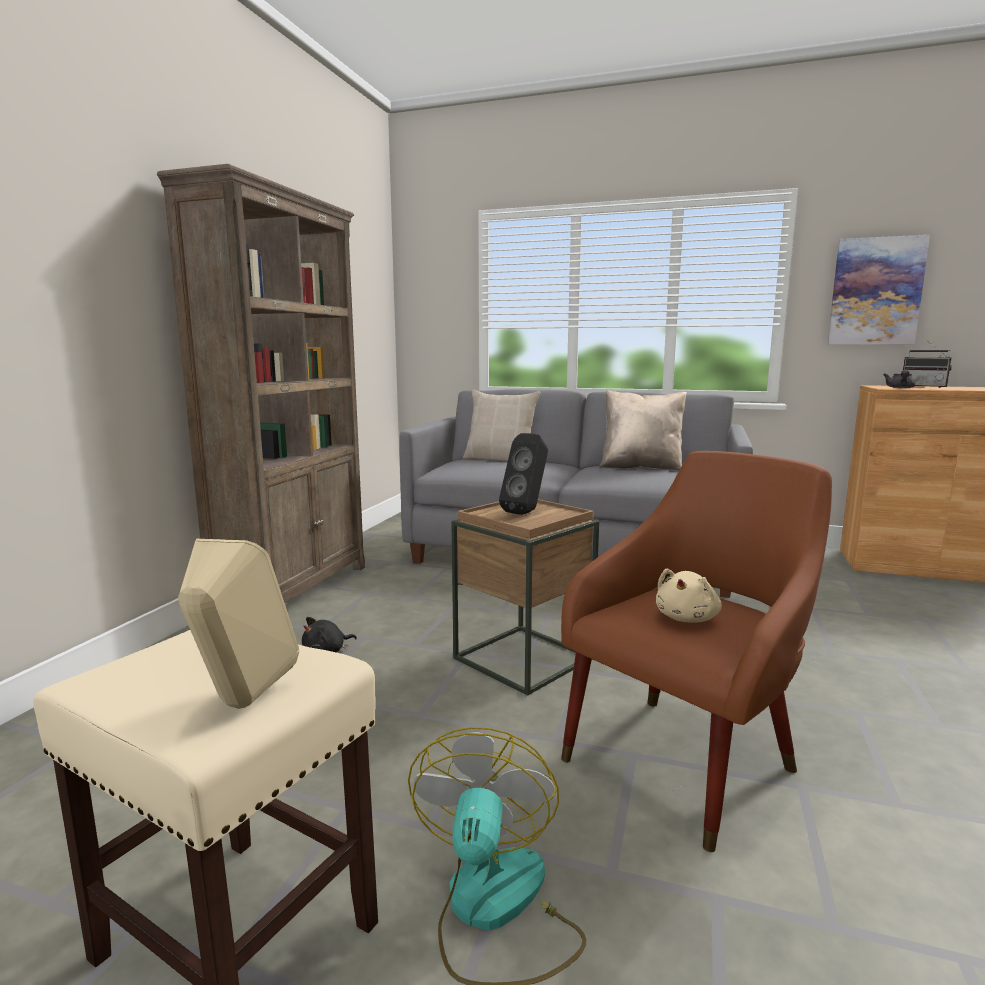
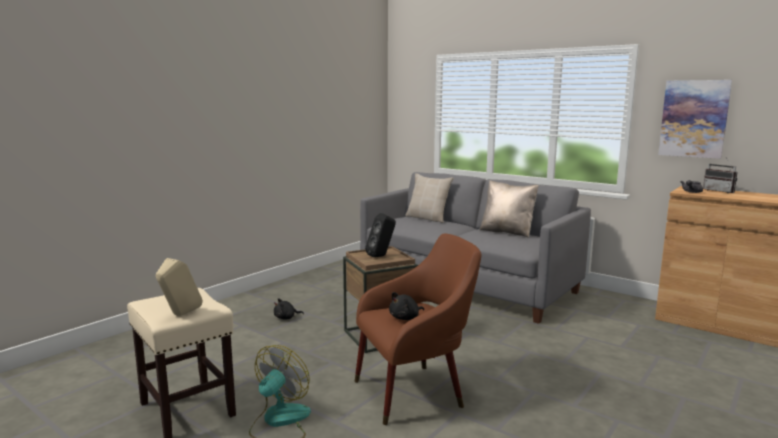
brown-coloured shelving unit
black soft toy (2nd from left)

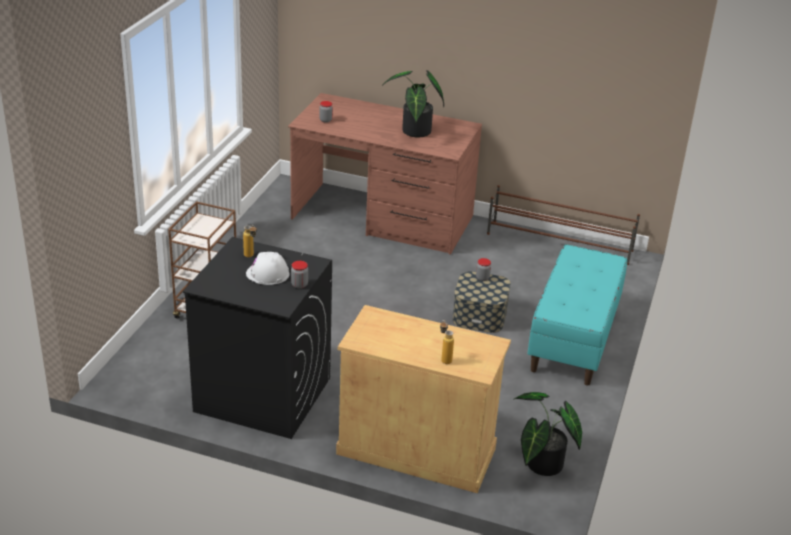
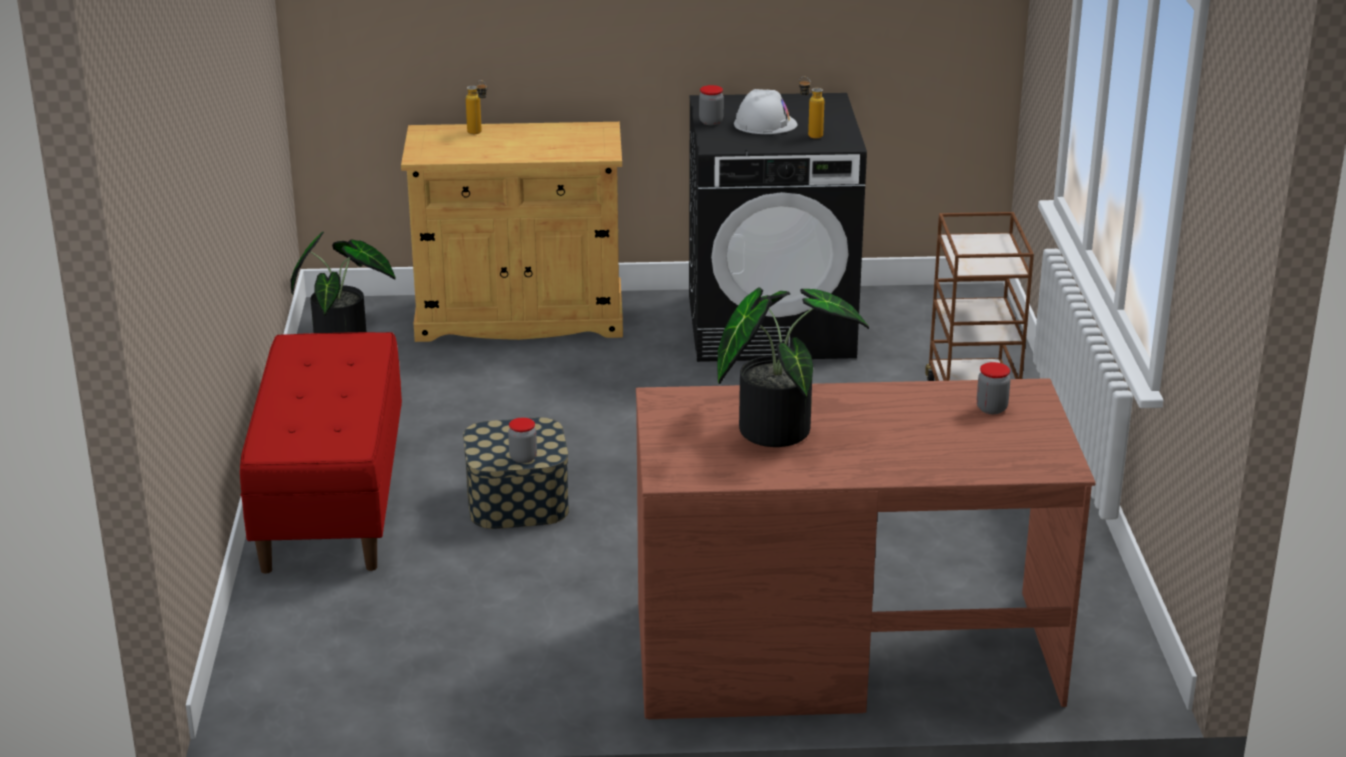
brown-coloured shoe rack
reddish bench

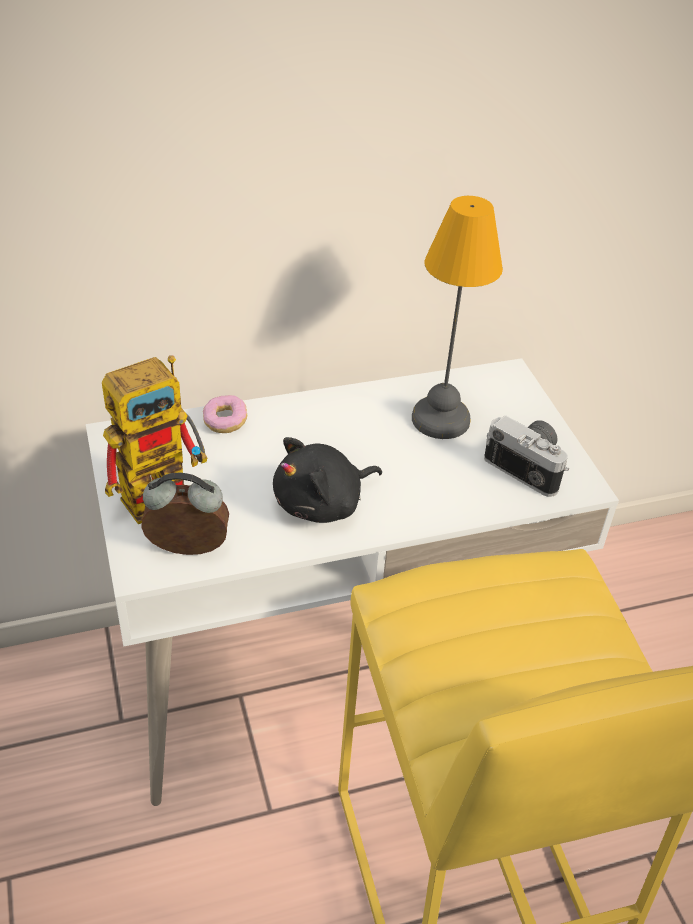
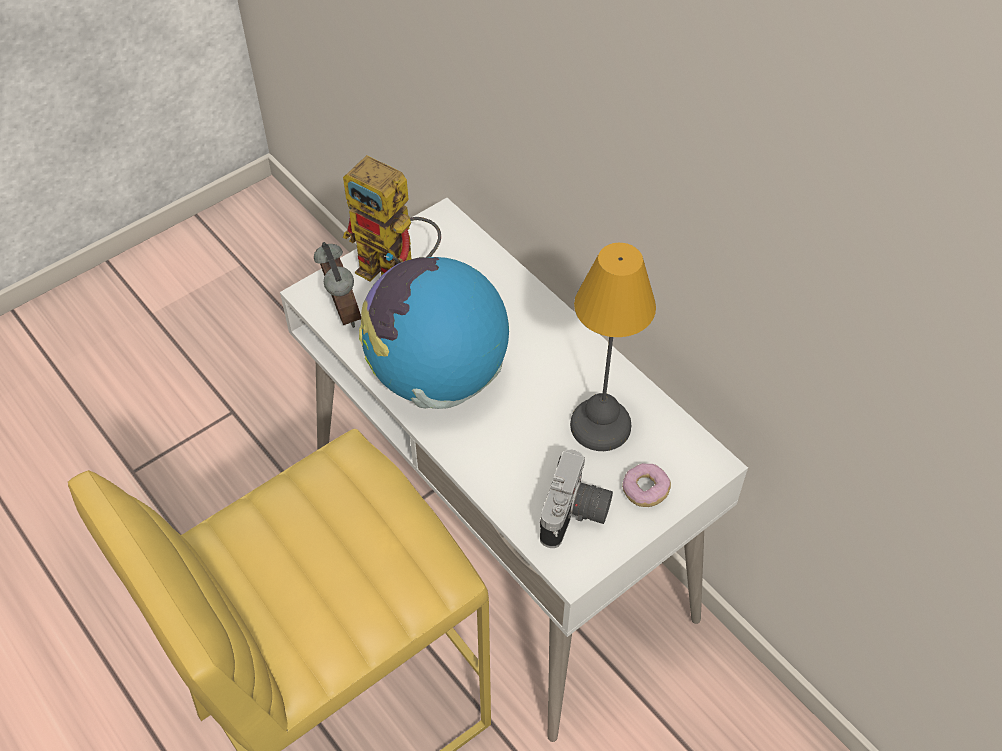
doughnut
desk globe

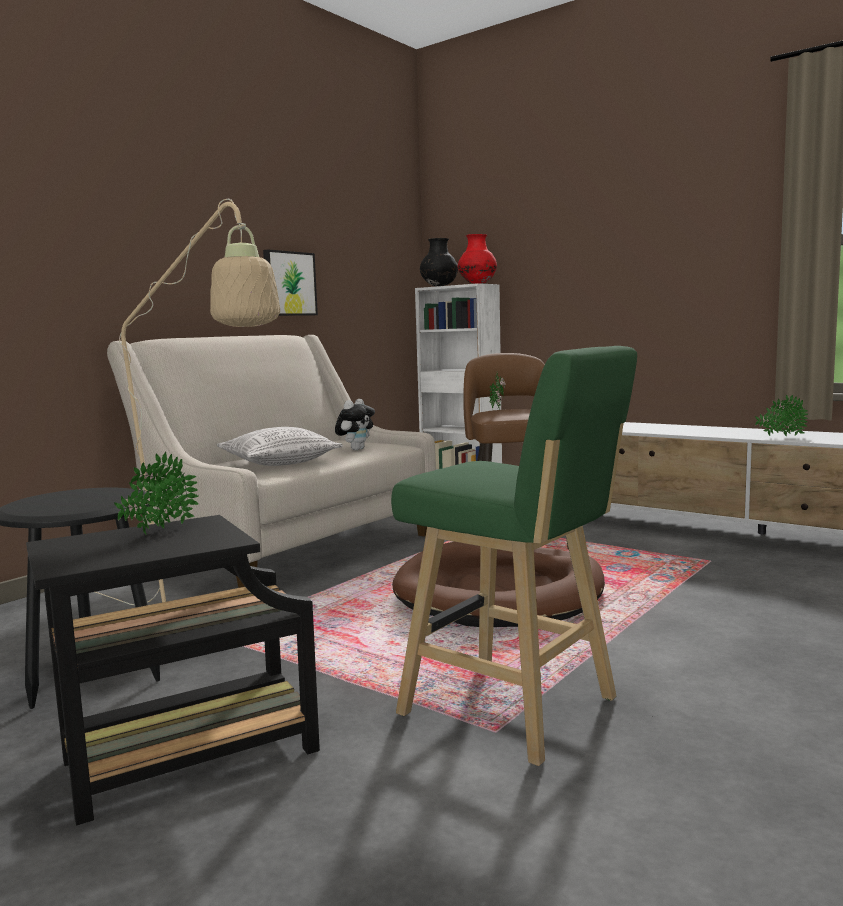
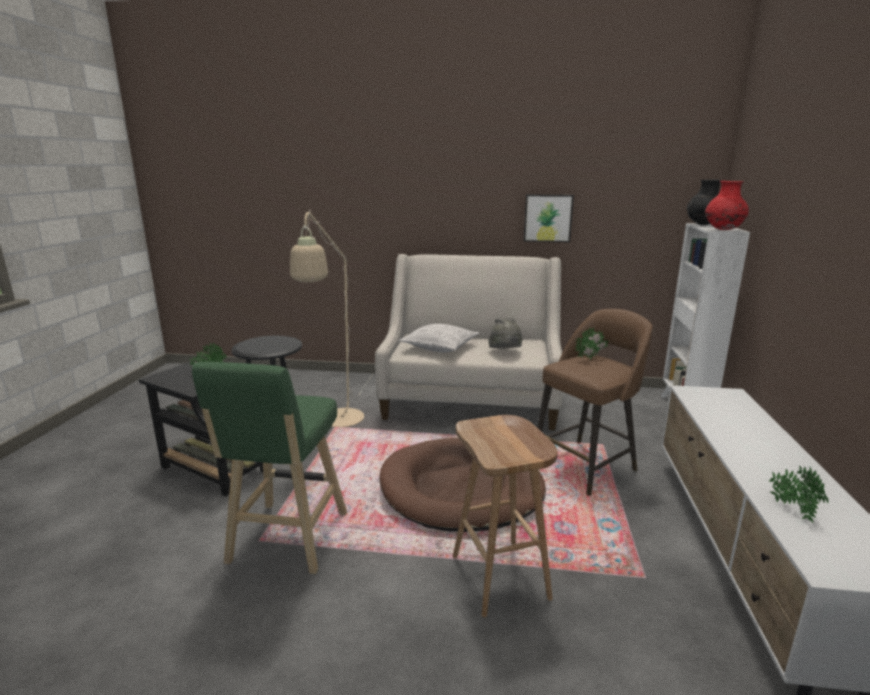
brown-coloured stool (1st from left)
greyish wearable hat

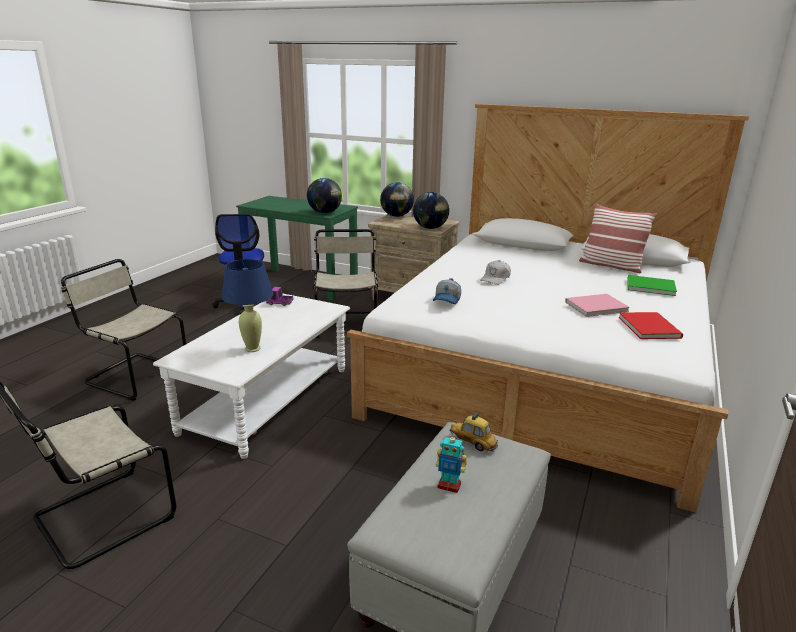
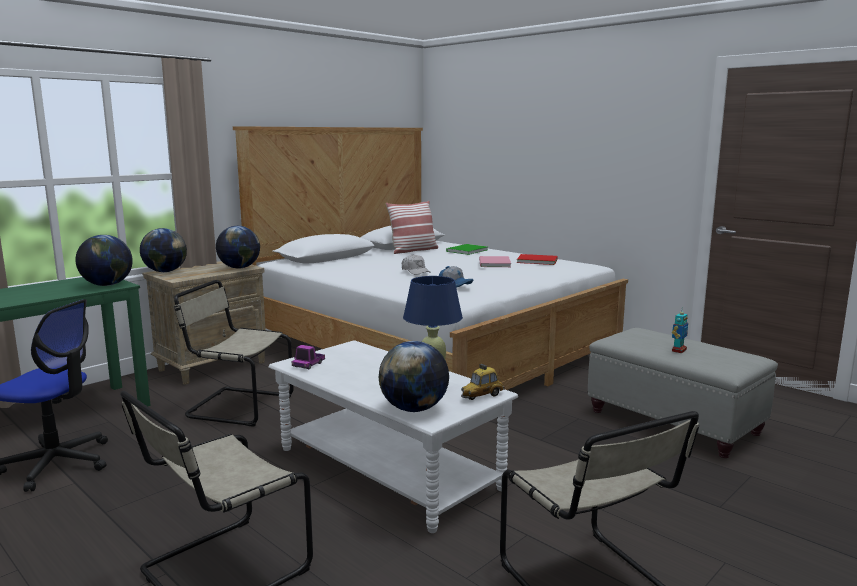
desk globe (4th from left)
model car

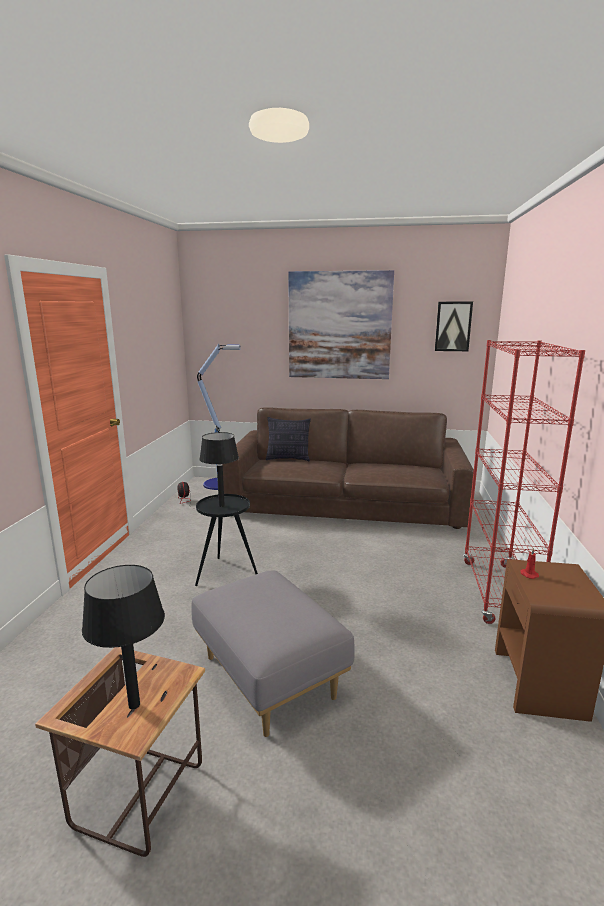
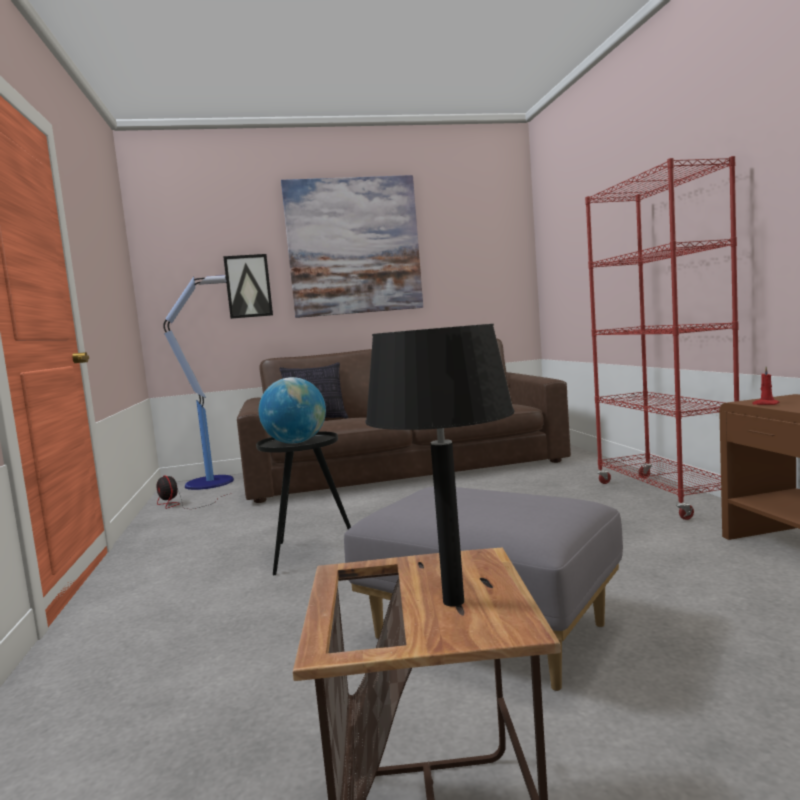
wall picture (1st from left)
desk globe

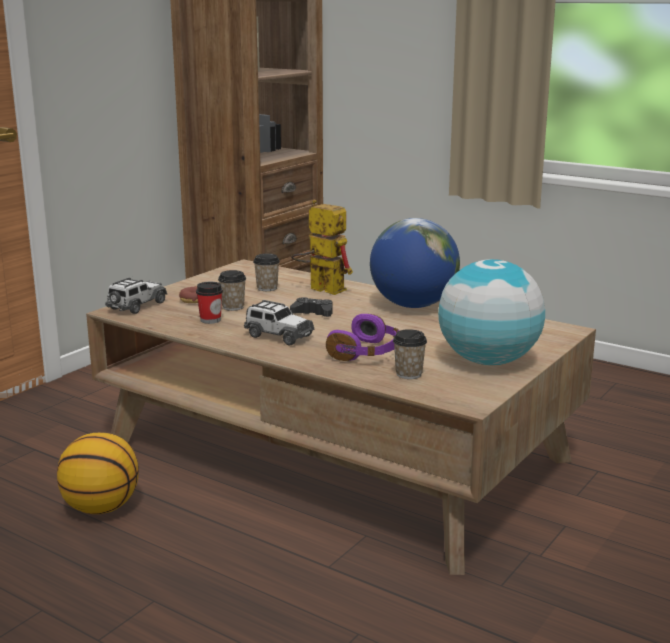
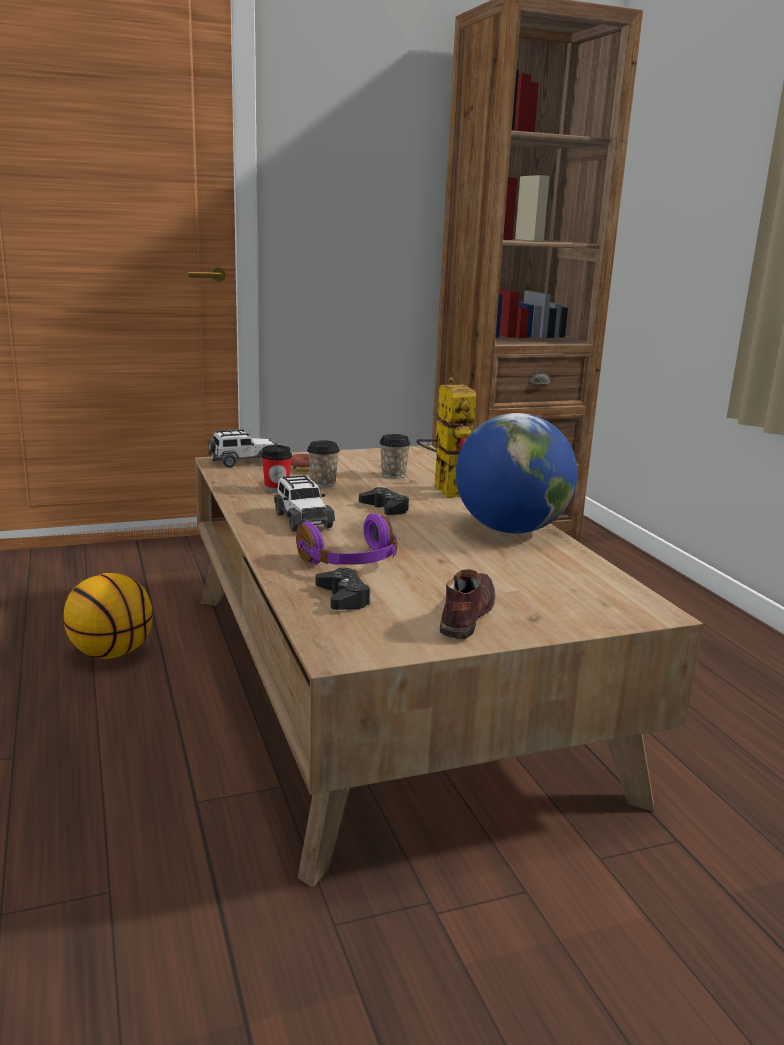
black joypad (1st from left)
brown-coloured low shoe

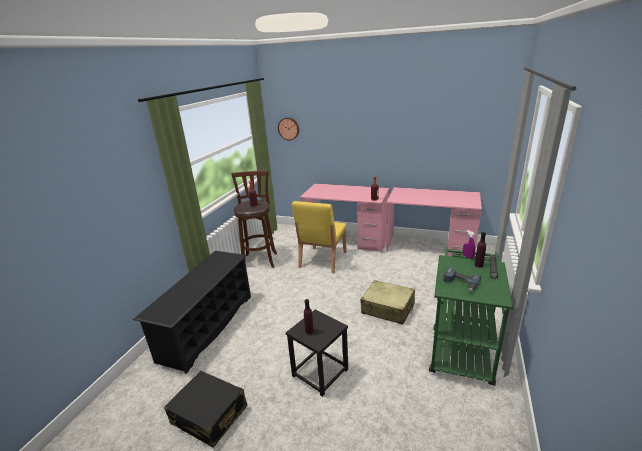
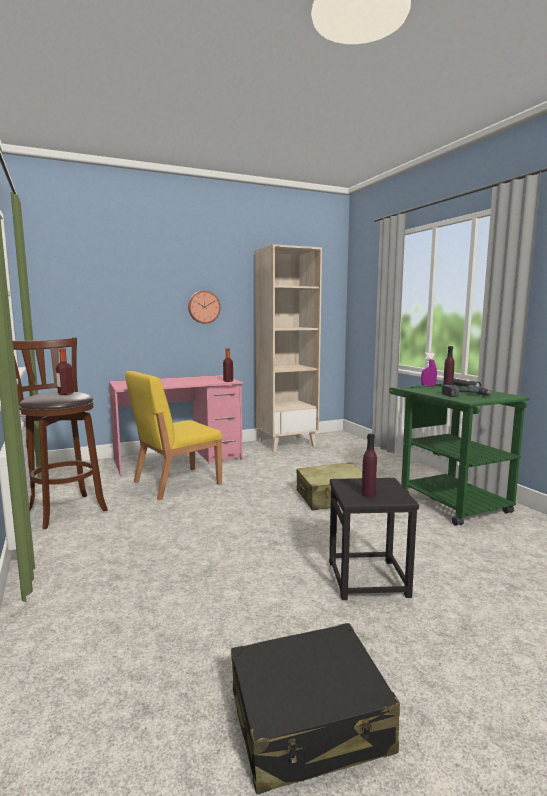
black shoe rack
wall clock
sand-coloured shelving unit
yellowish chair

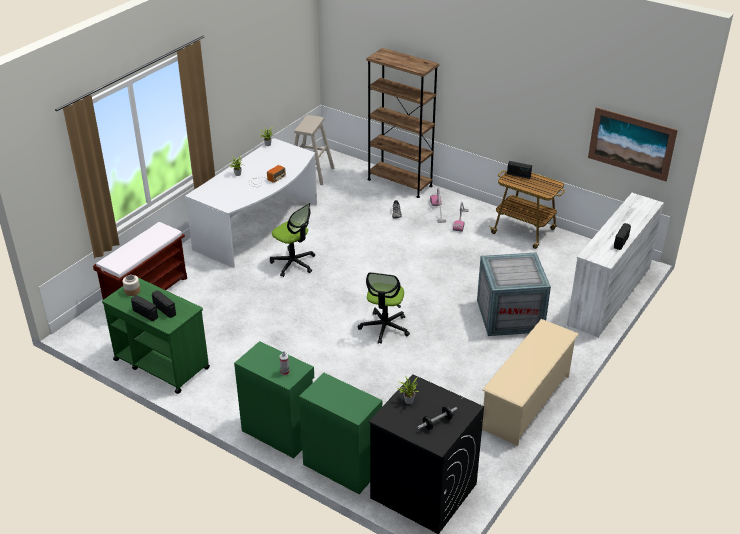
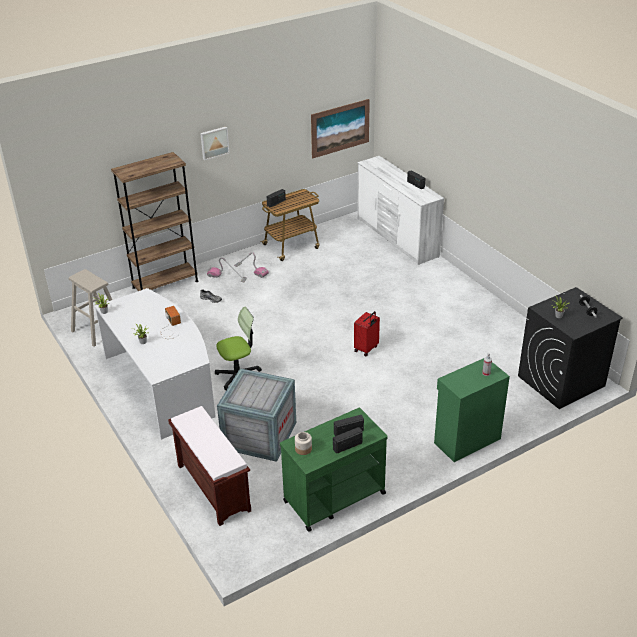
green-coloured storage cabinet (2nd from left in the first image)
sand-coloured shoe rack
wall picture (1st from left)
packing crate
reddish piece of luggage

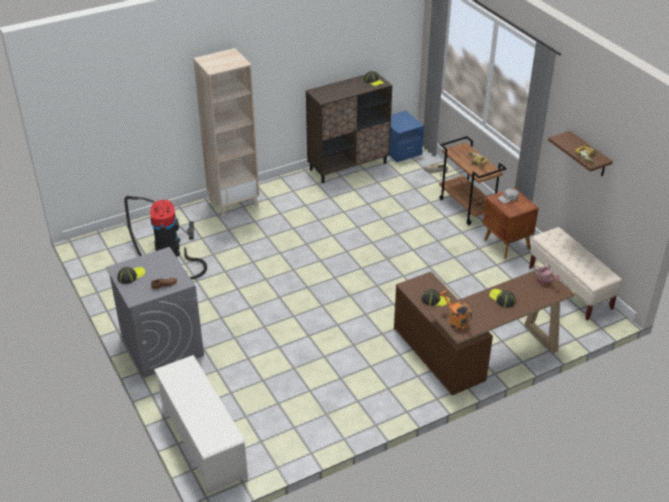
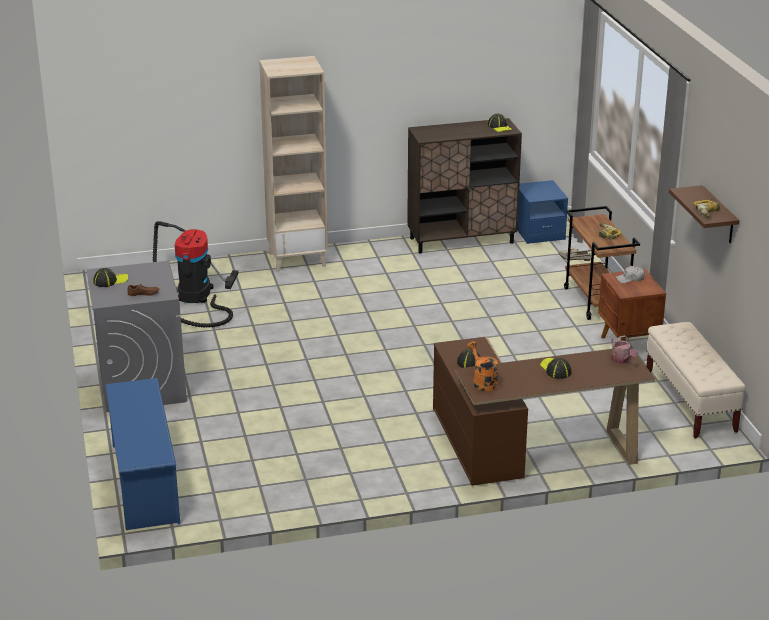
blue shoe rack

